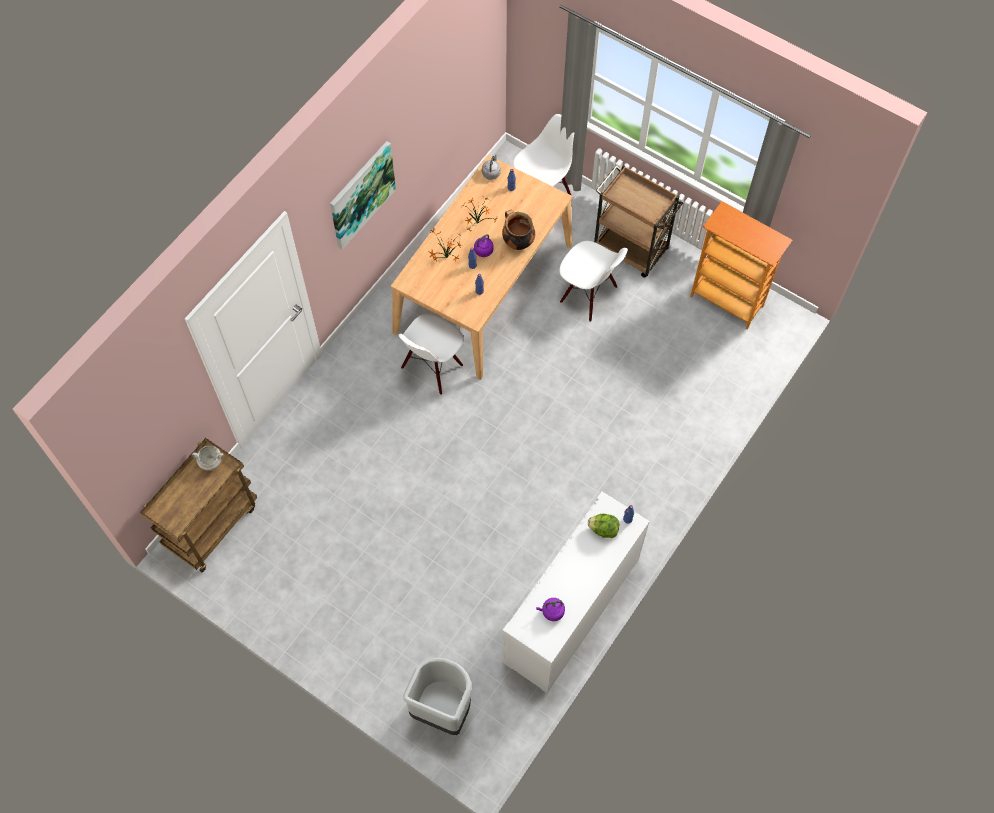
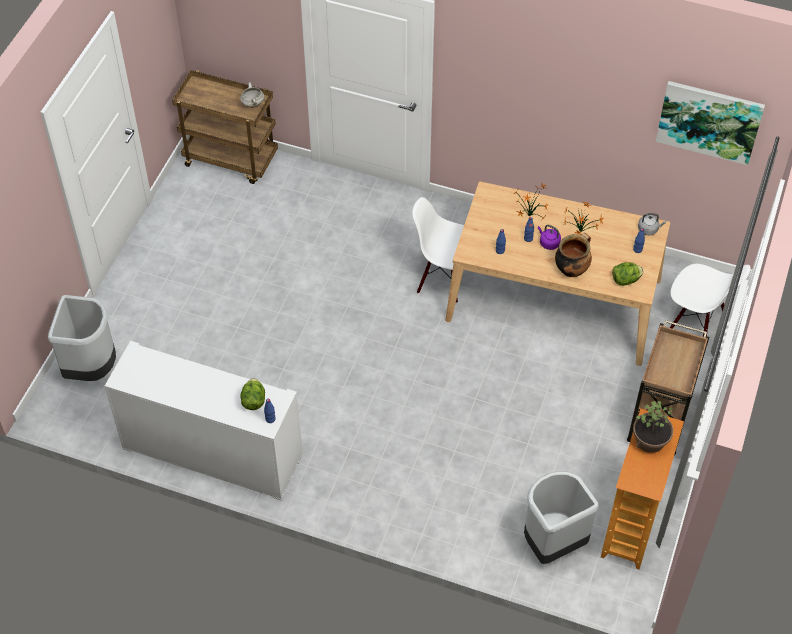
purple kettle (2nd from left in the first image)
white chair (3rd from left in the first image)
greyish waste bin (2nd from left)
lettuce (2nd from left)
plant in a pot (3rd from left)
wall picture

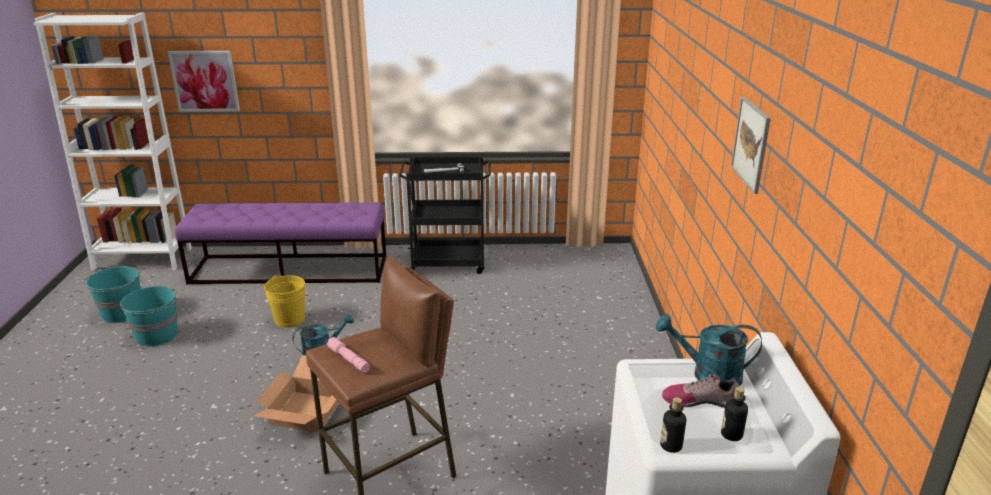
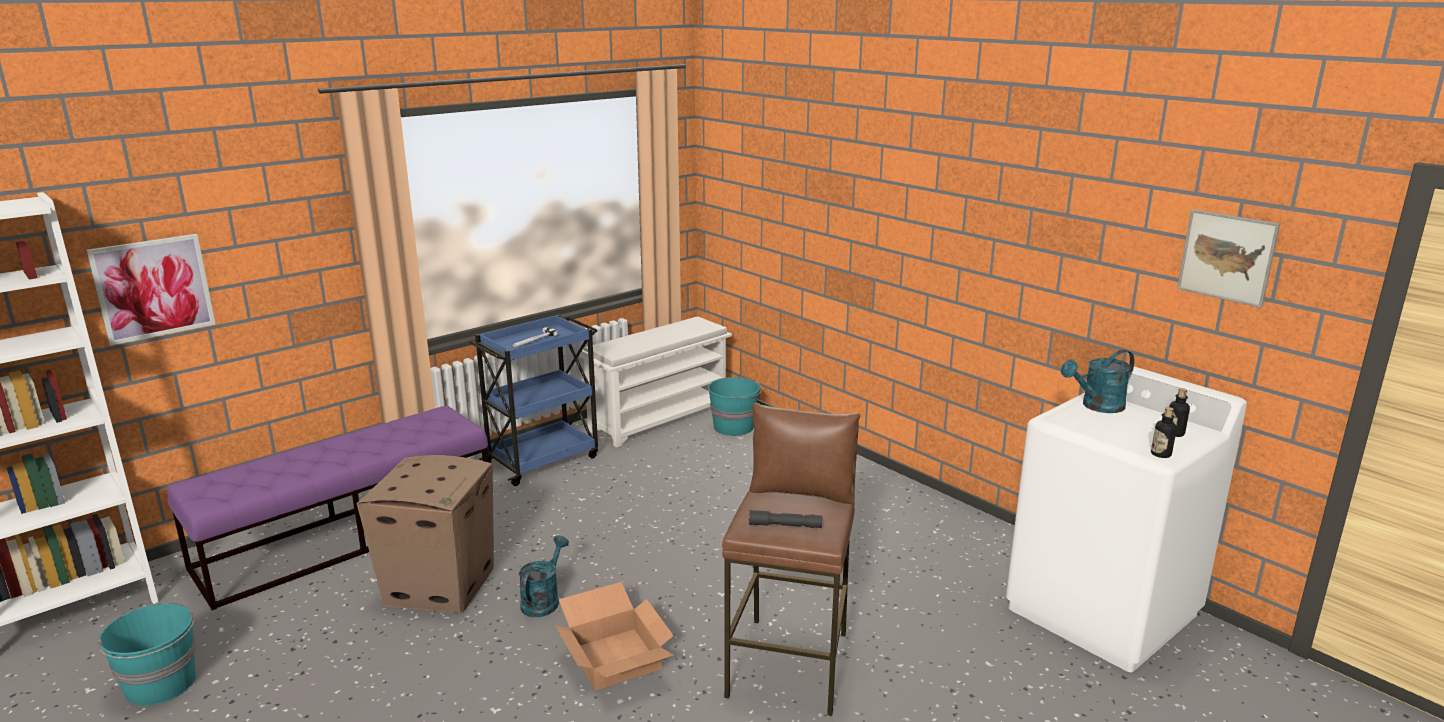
low shoe
white shoe rack
turquoise bucket (2nd from left)
wall picture (2nd from left)
carton (1st from left)
greyish hand torch
blue cart

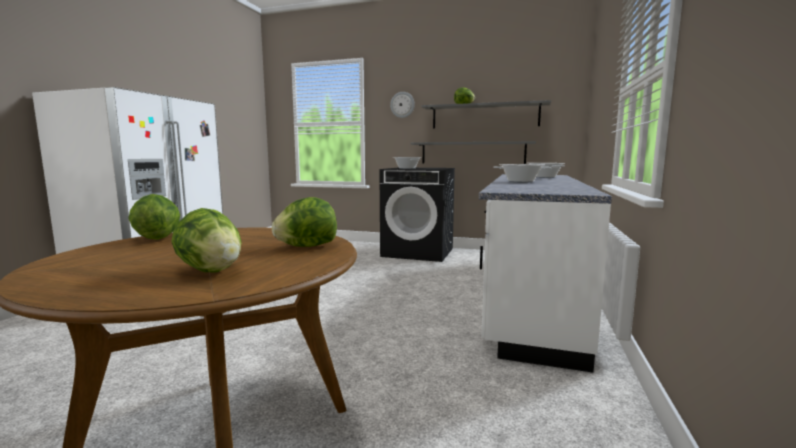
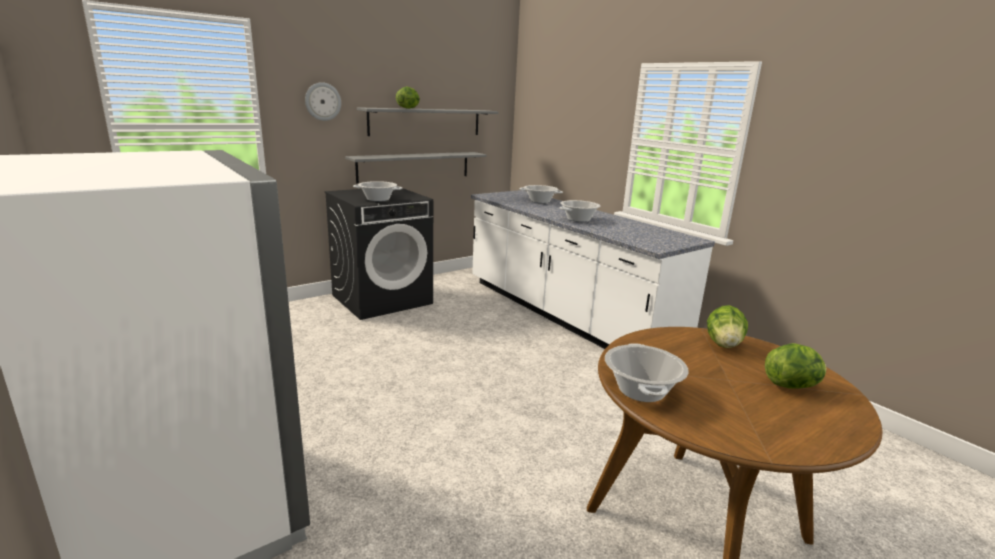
cooking pot (4th from left)

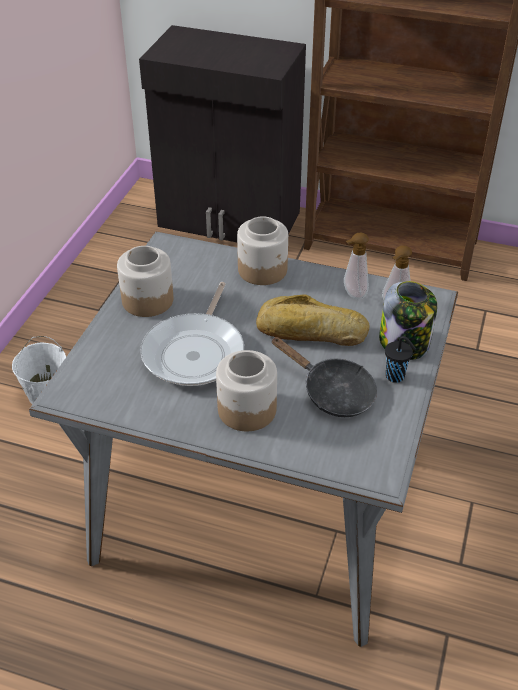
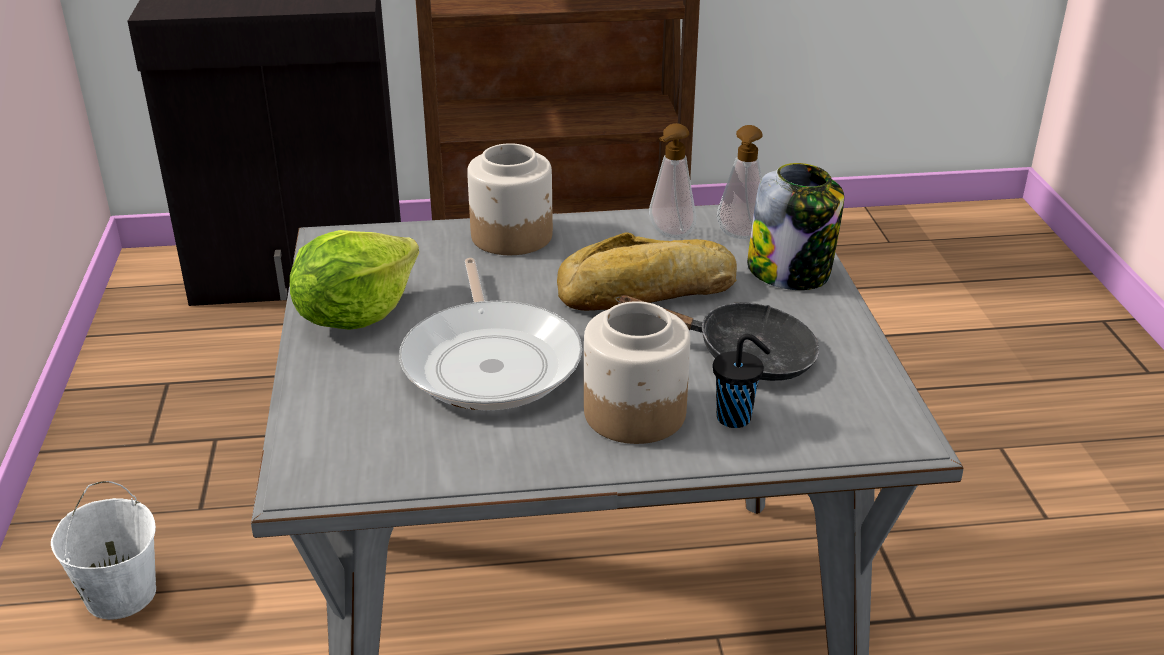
black drinking cup
lettuce

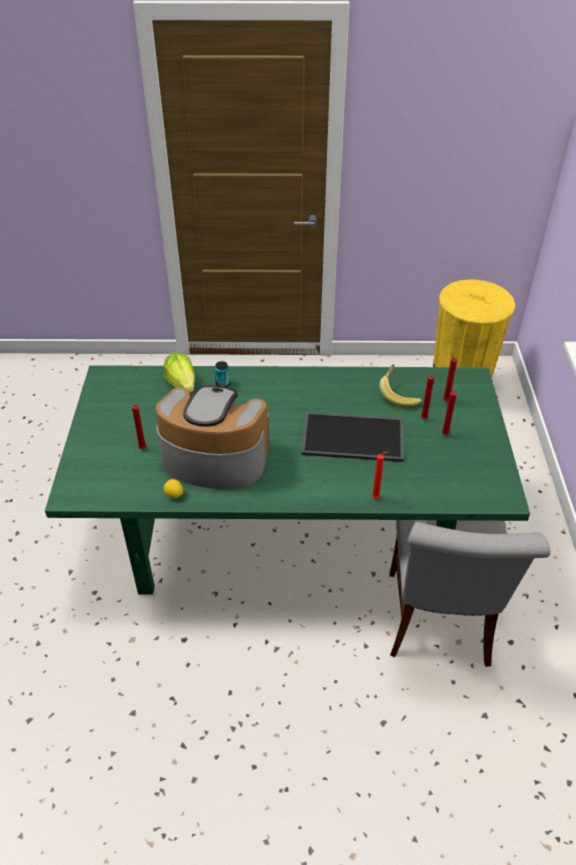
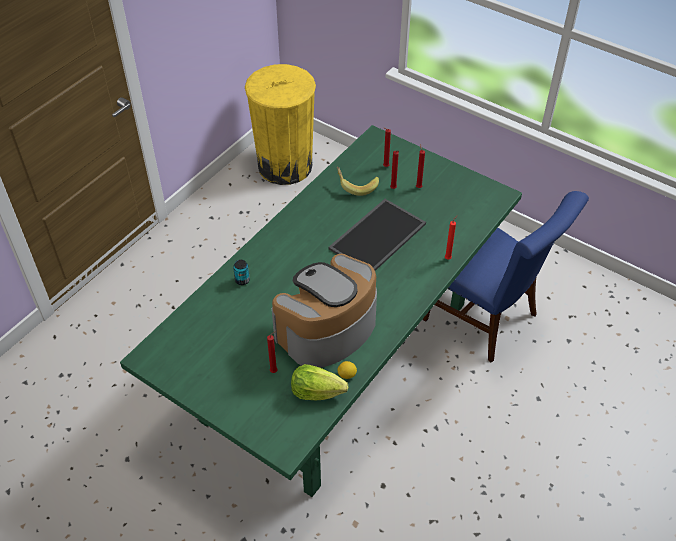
lettuce
blue chair

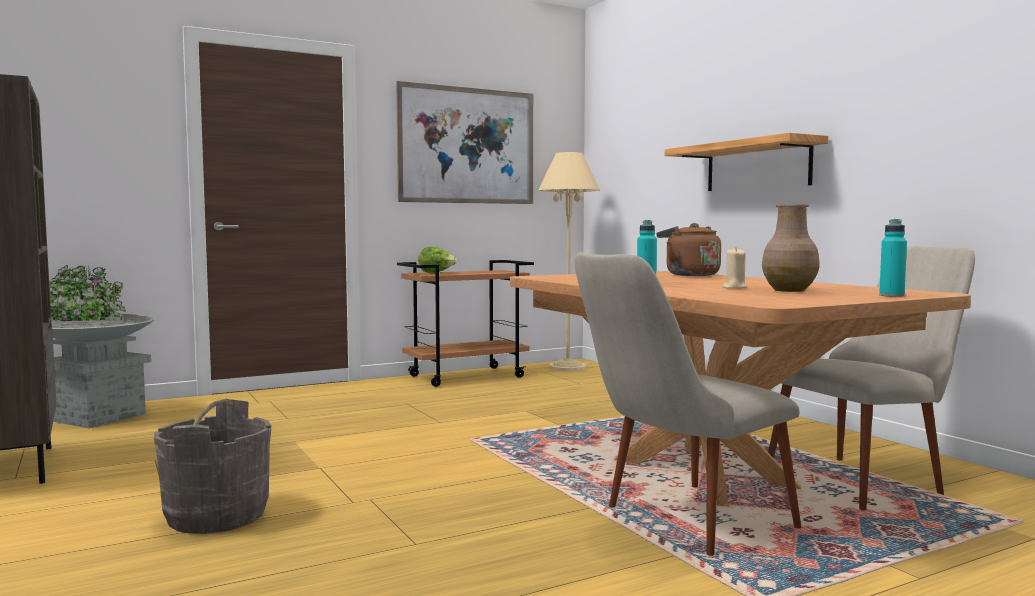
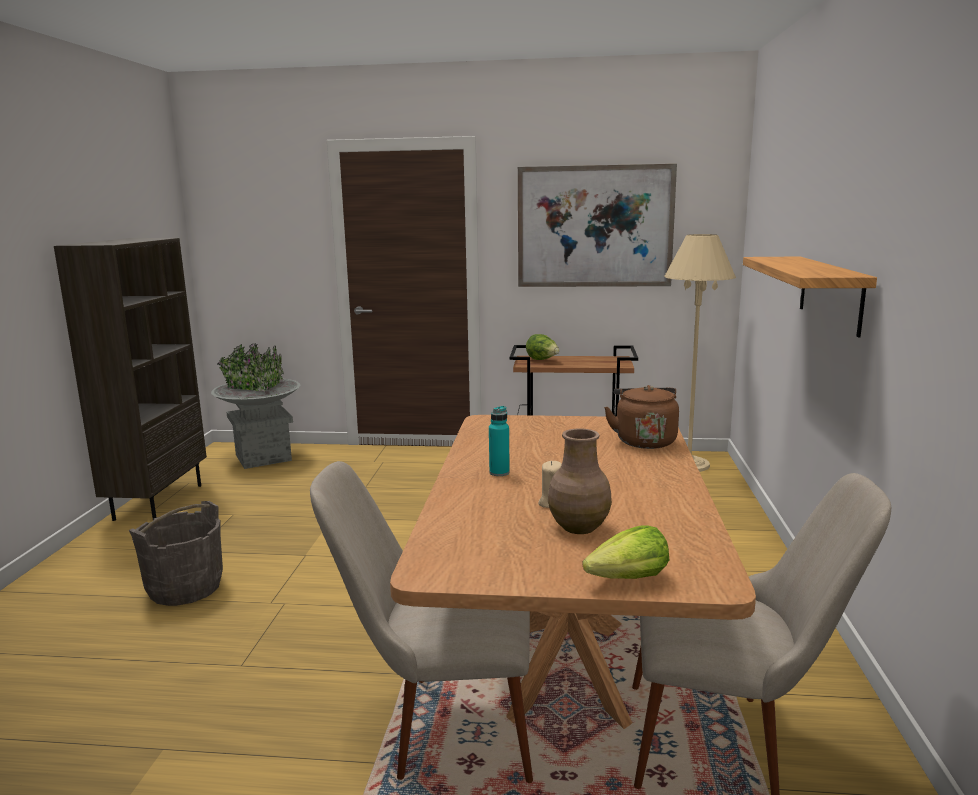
lettuce (2nd from left)

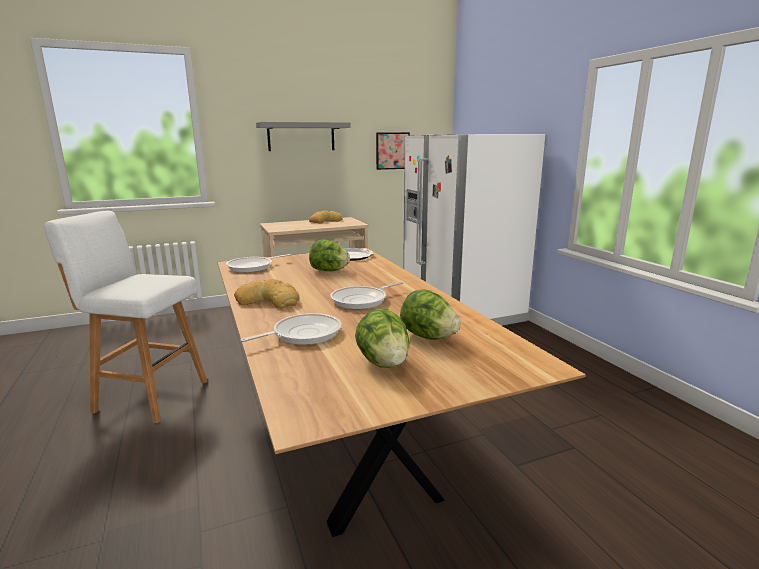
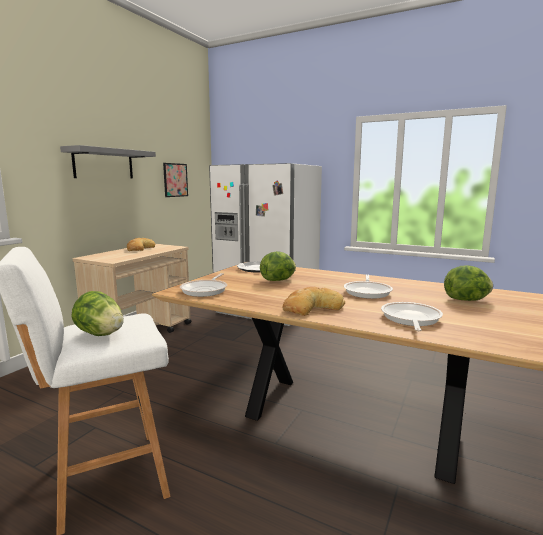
lettuce (1st from left)

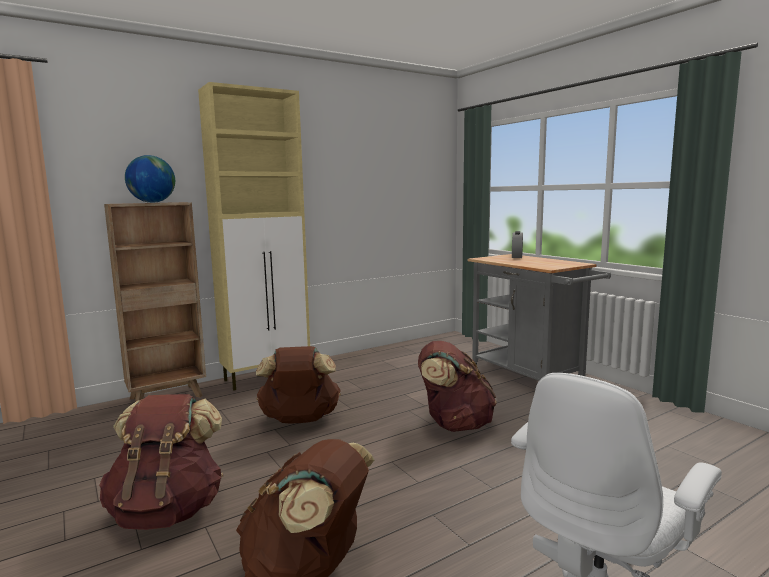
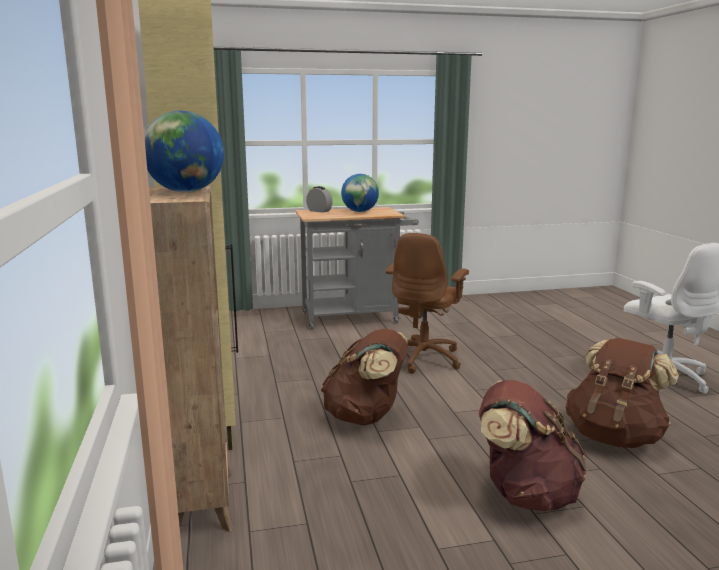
desk globe (2nd from left)
brown-coloured desk chair

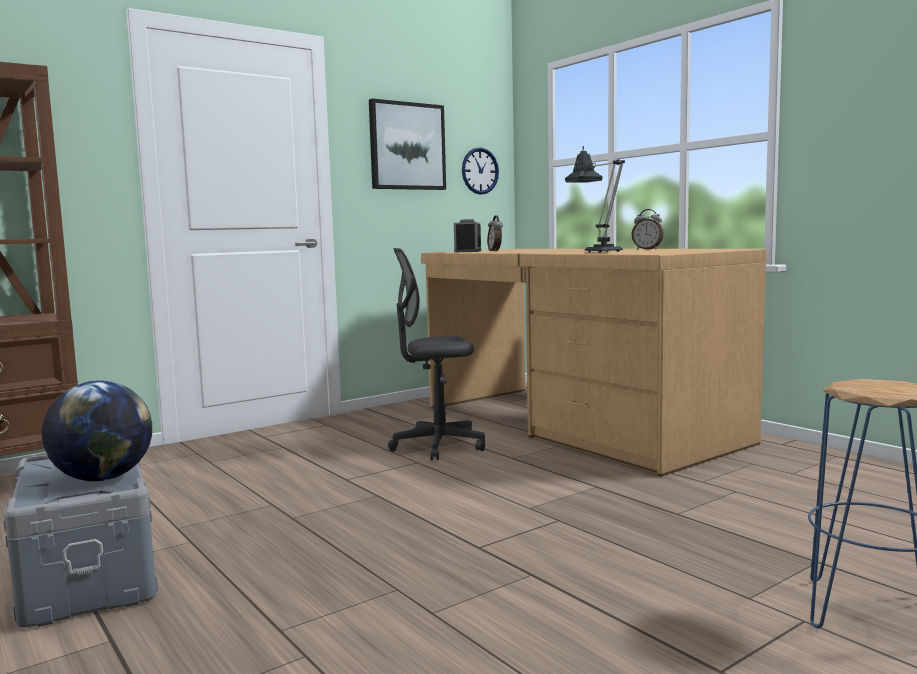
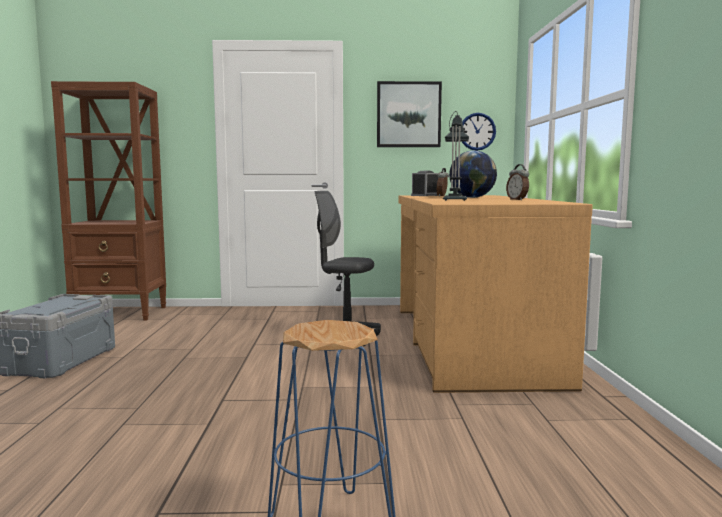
desk globe

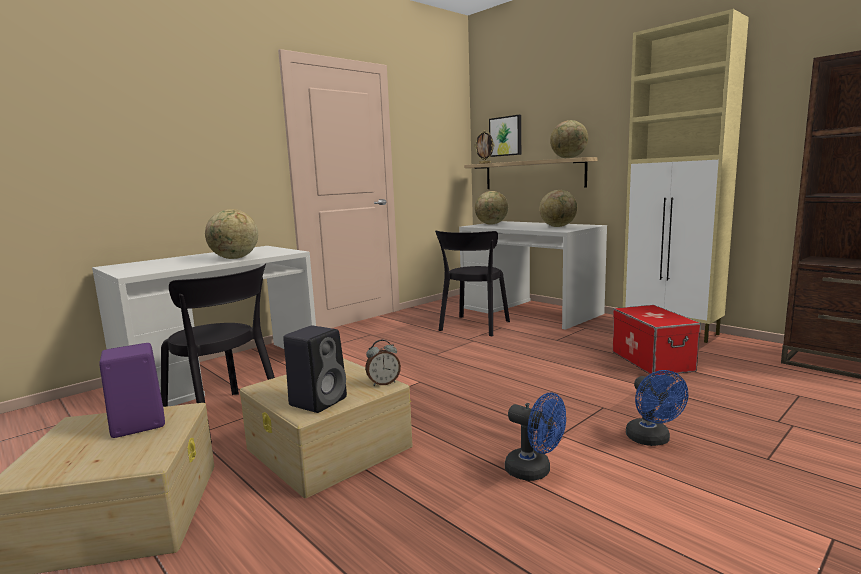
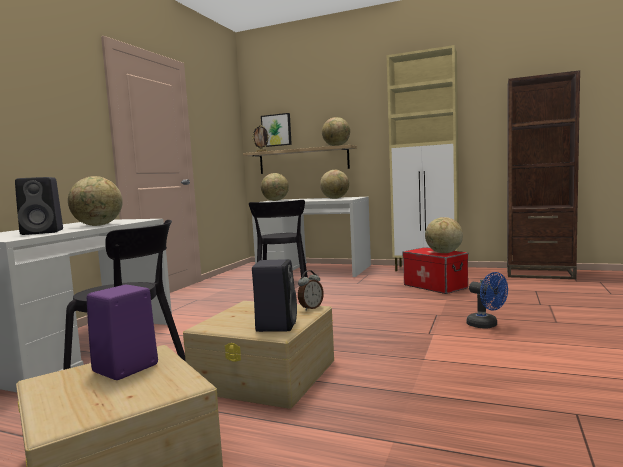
blue cooling fan (1st from left in the first image)
black audio speaker (1st from left)
desk globe (5th from left)

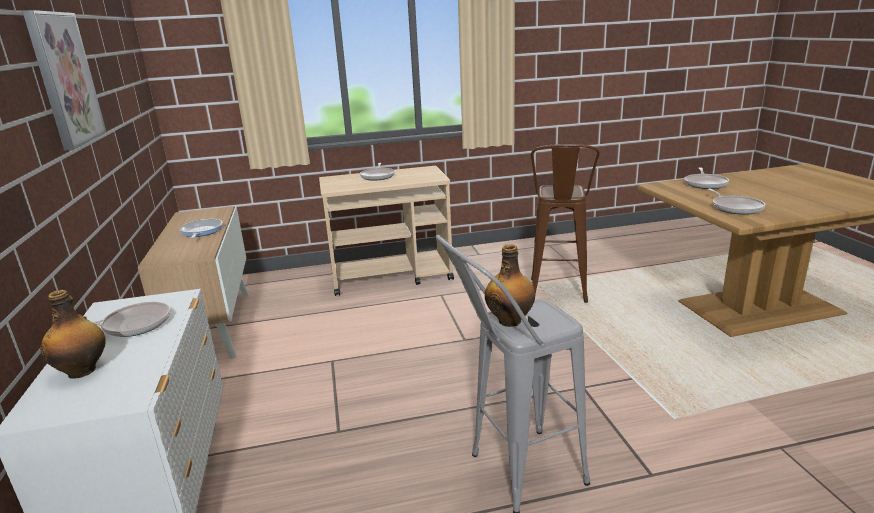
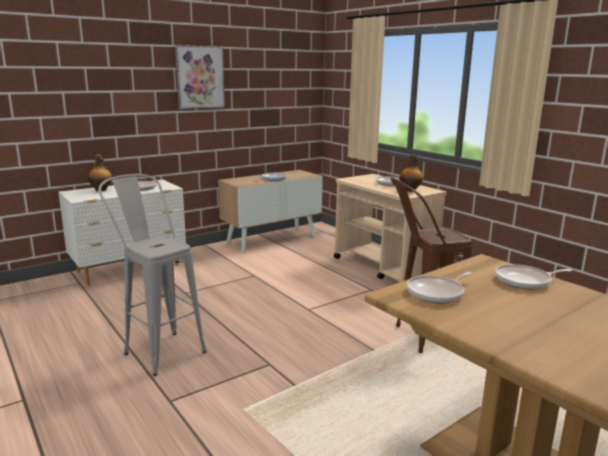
bottle (2nd from left)

